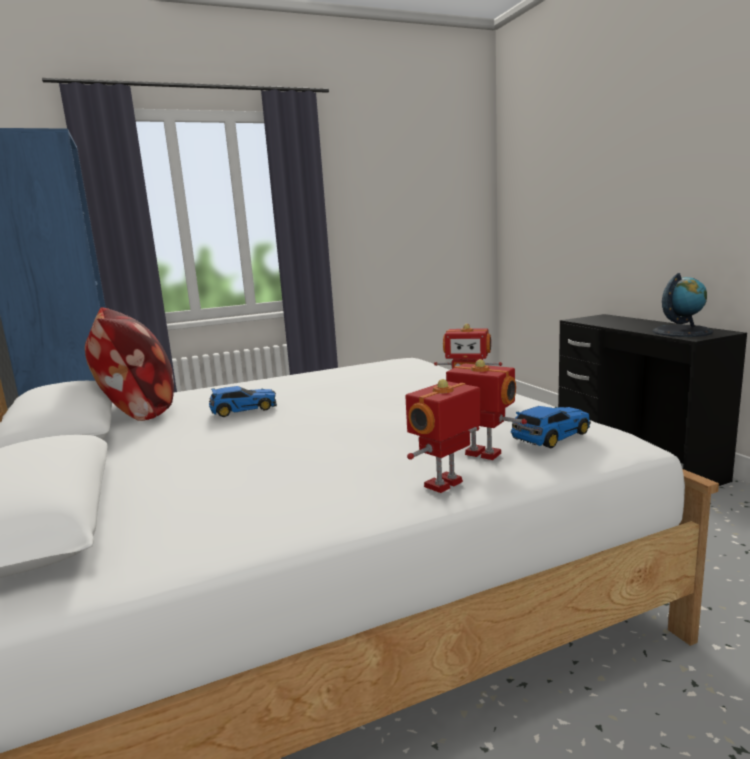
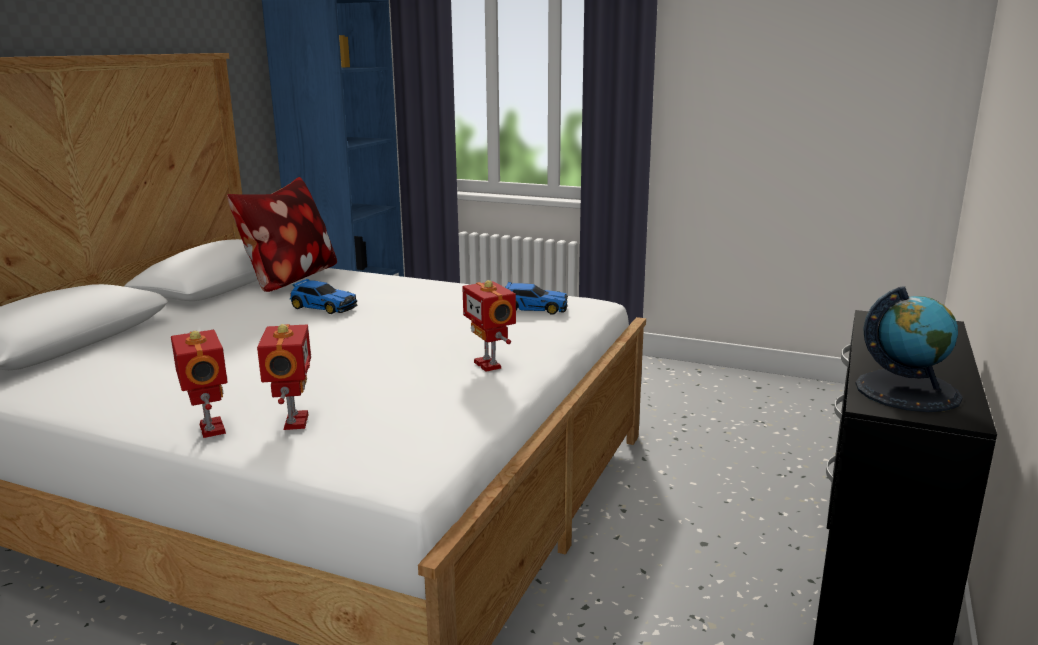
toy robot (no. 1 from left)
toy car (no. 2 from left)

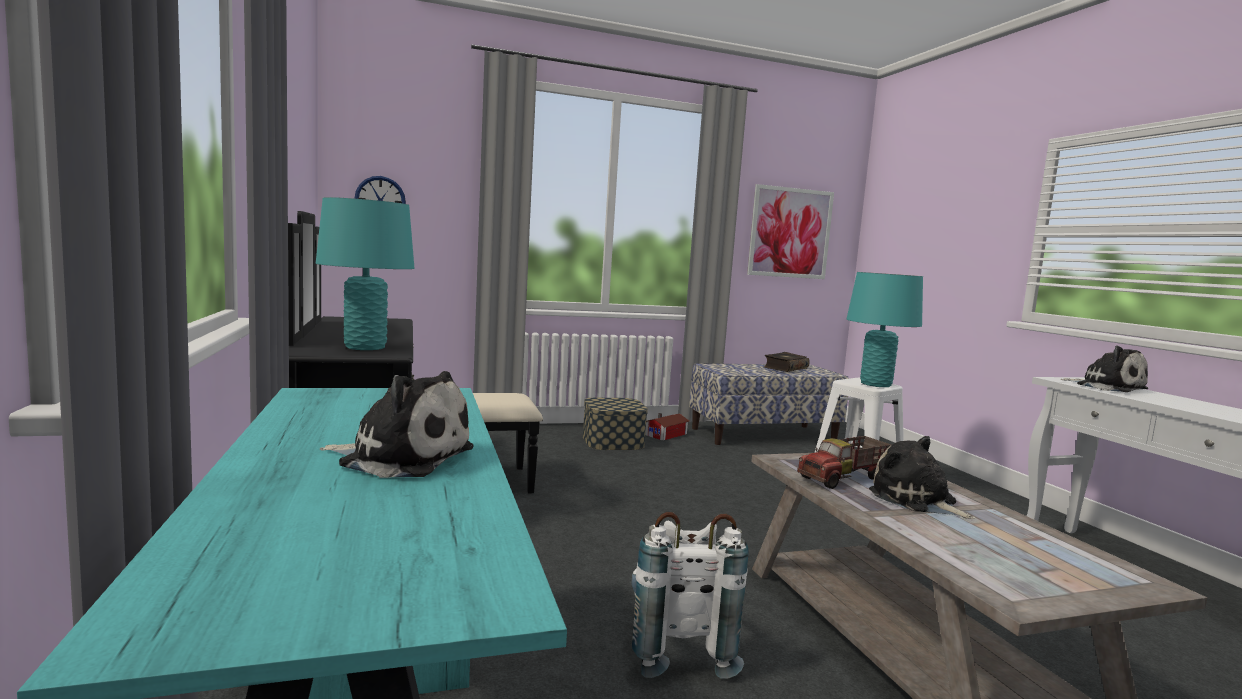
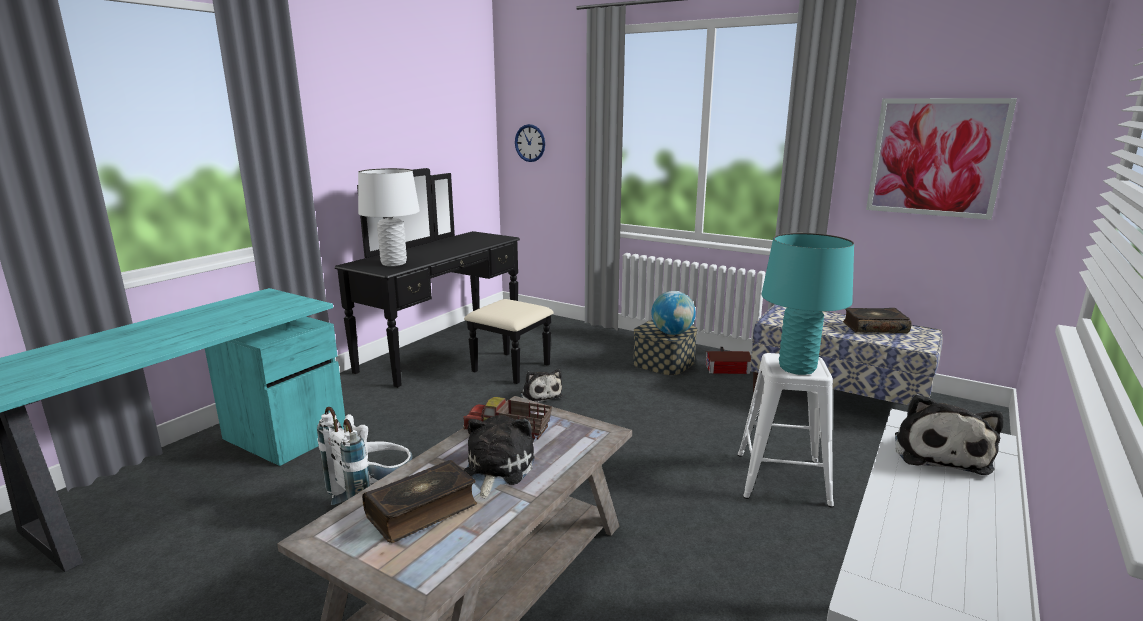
white table lamp
book (no. 1 from left)
plush toy (no. 2 from left)
globe

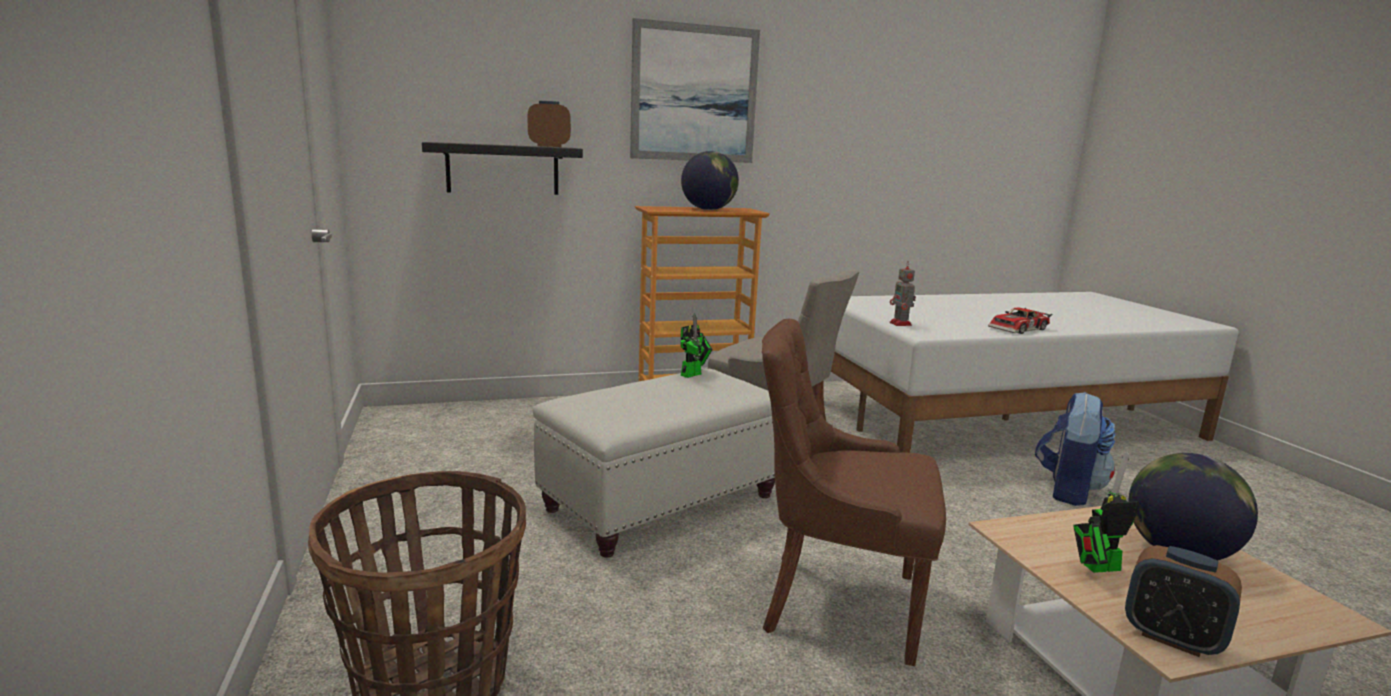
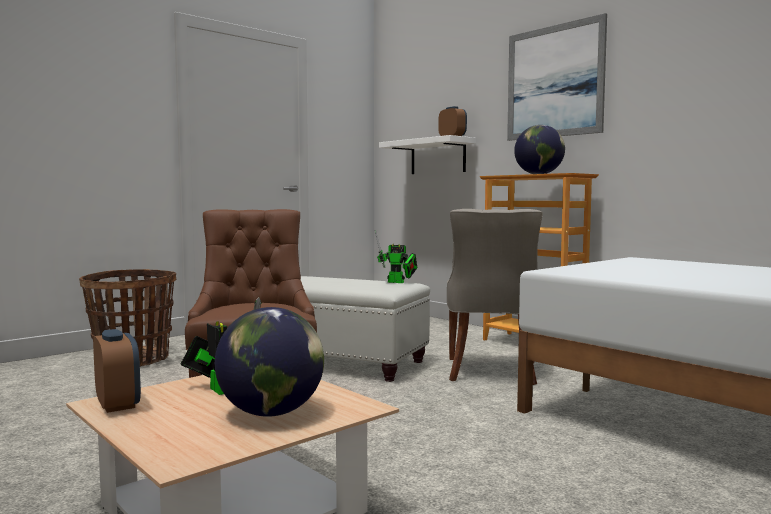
alarm clock (no. 1 from left)
white shelf
toy robot (no. 2 from left in the first image)
toy car
backpack

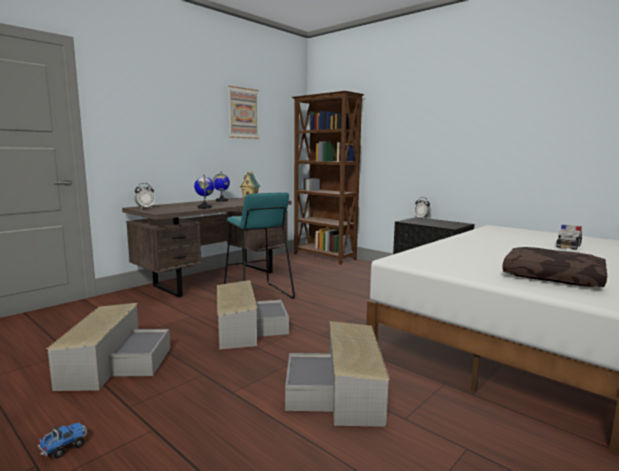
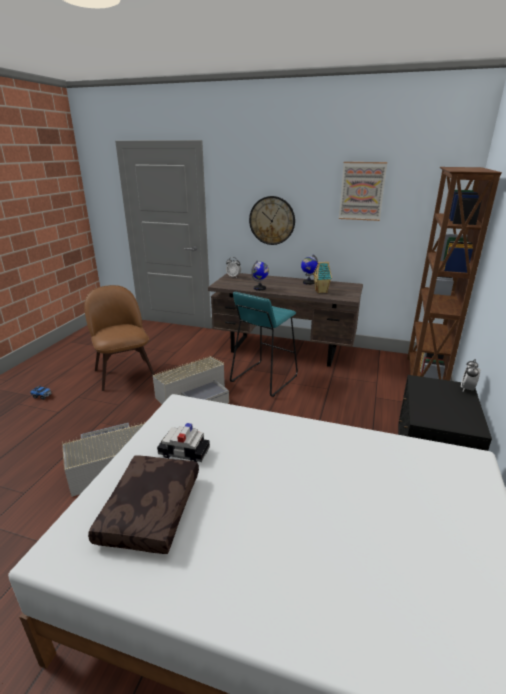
brown chair
toy car
wall clock

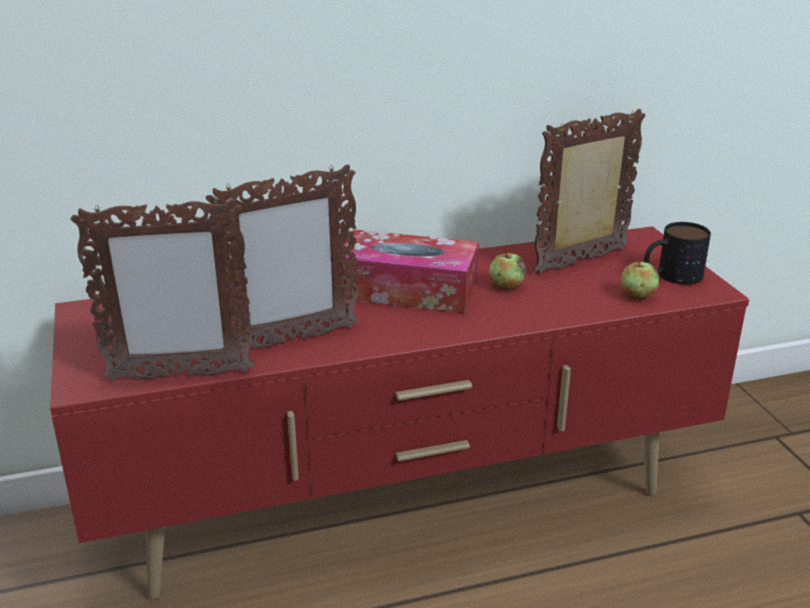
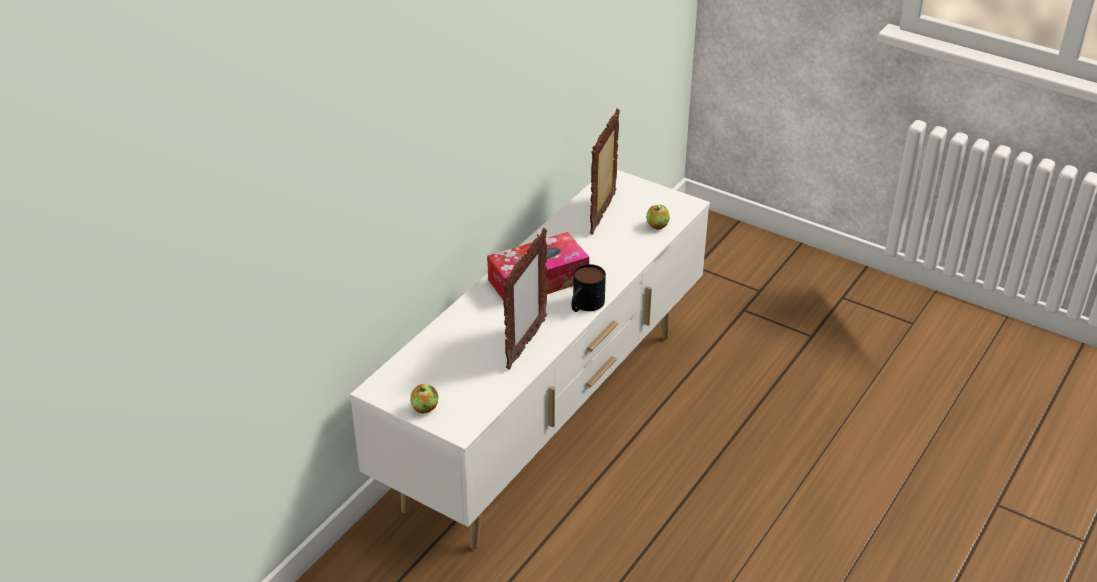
white tv stand
apple (no. 1 from left)
mug
picture frame (no. 1 from left in the first image)

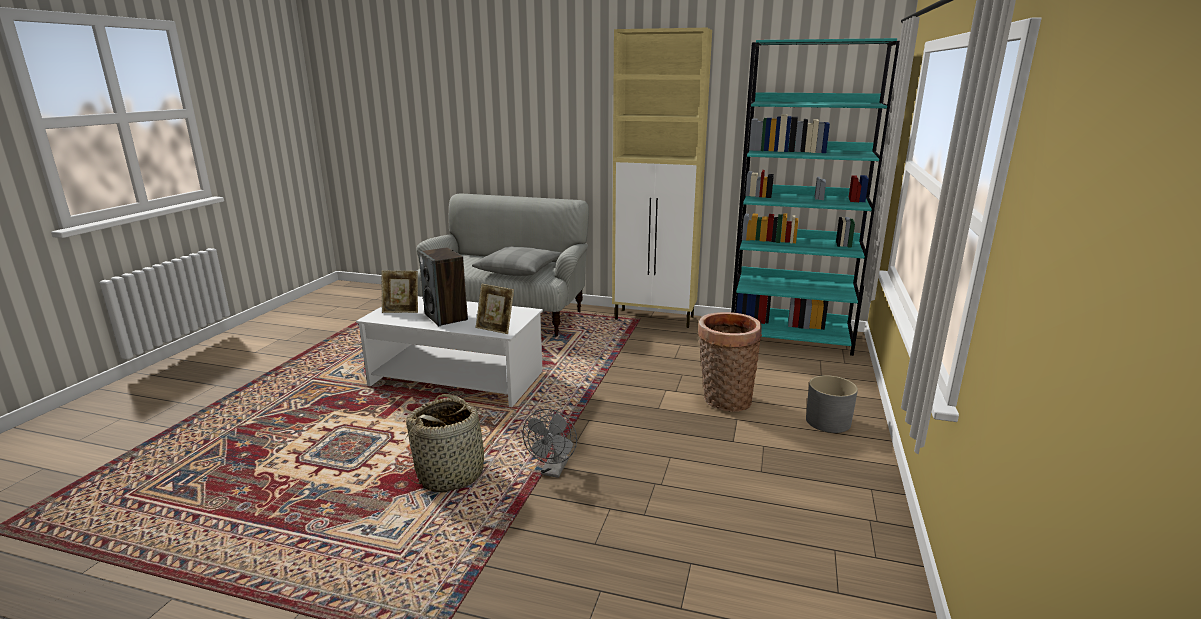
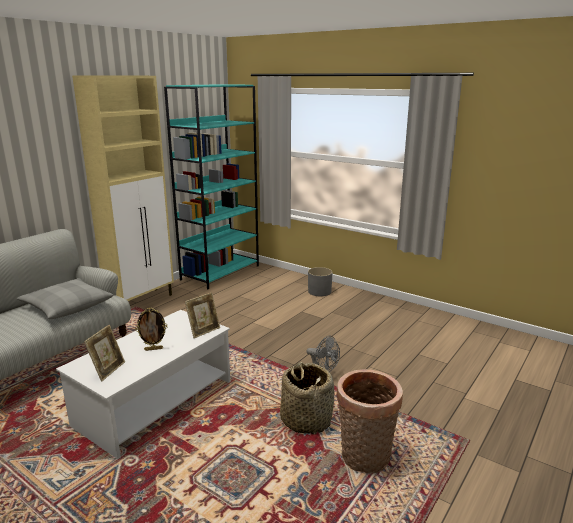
picture frame (no. 2 from left)
basket (no. 2 from left)

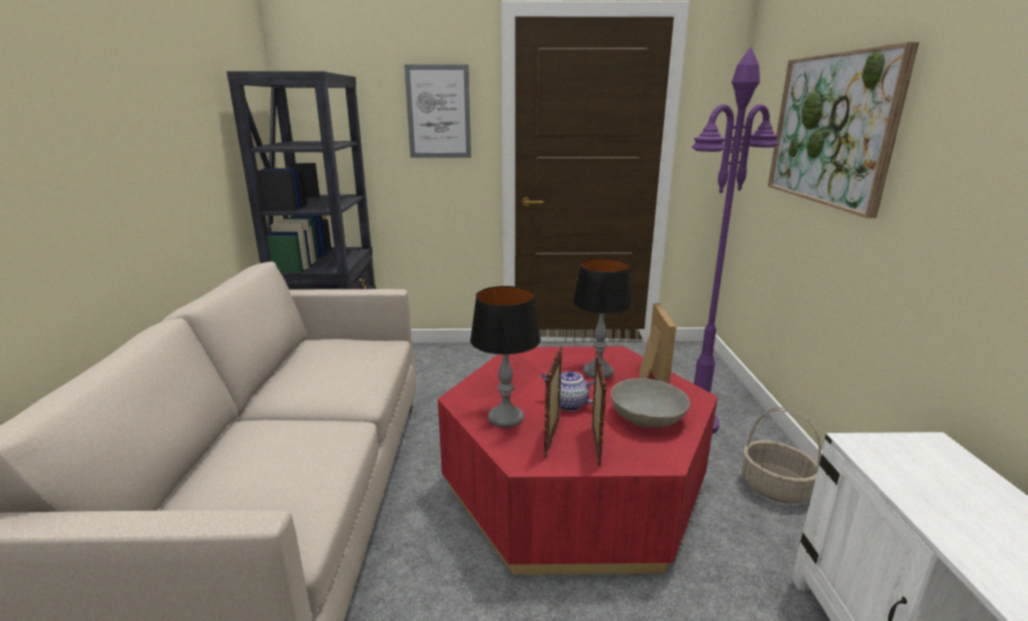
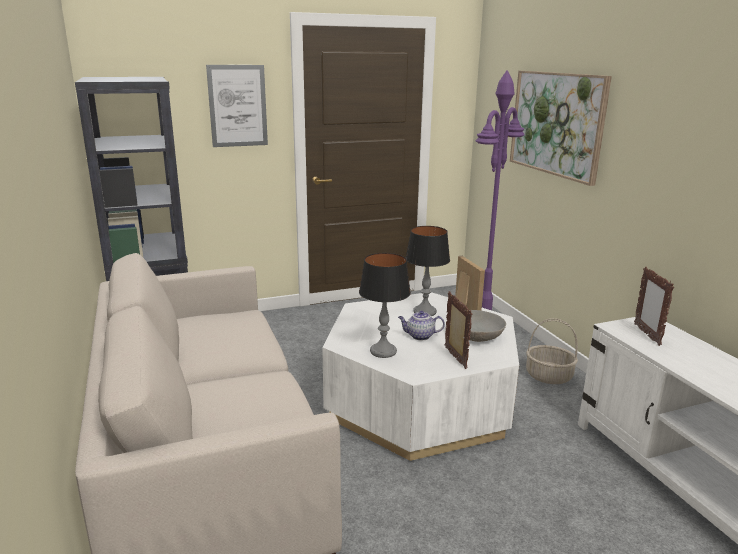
white coffee table
picture frame (no. 3 from left)

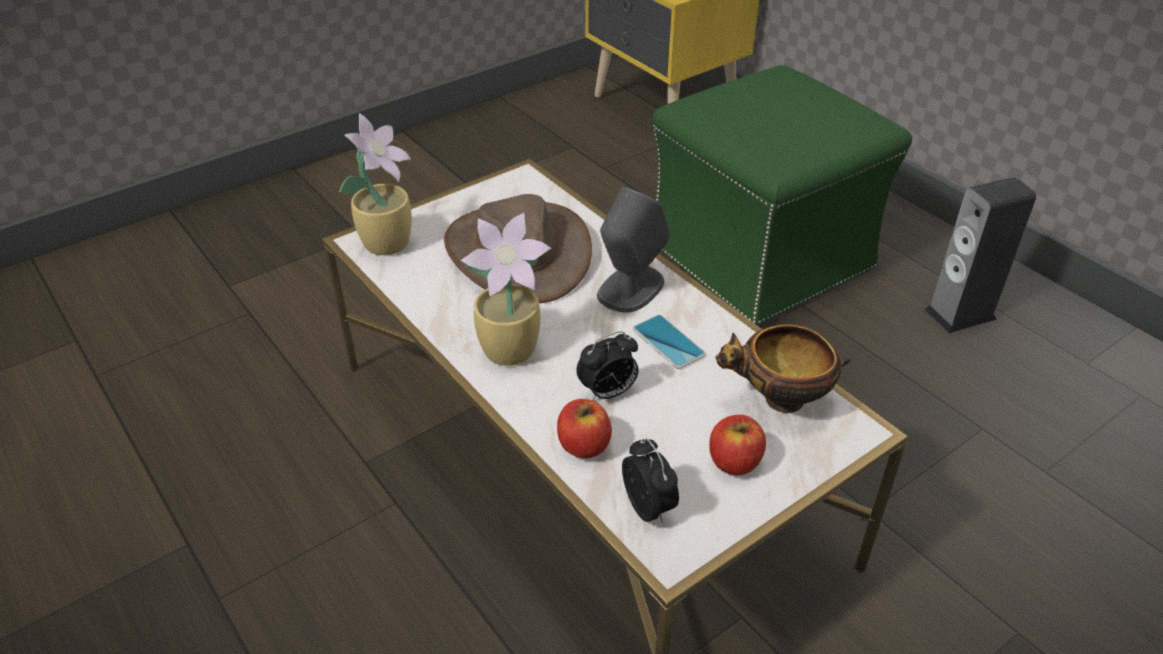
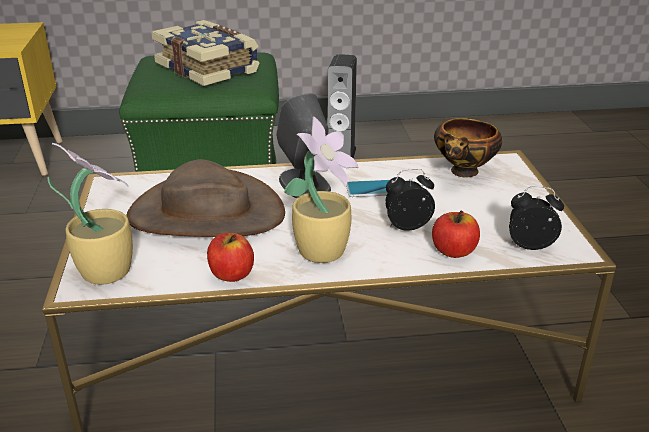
book
apple (no. 1 from left)
alarm clock (no. 1 from left)

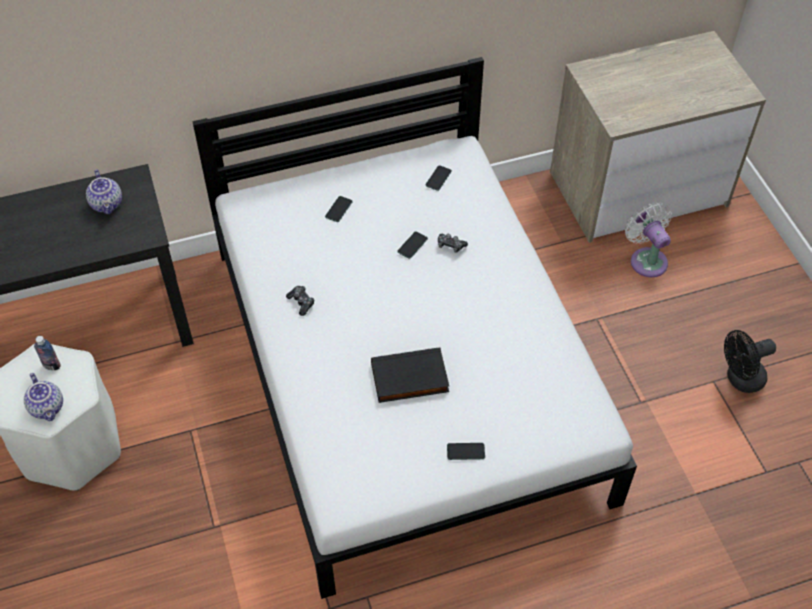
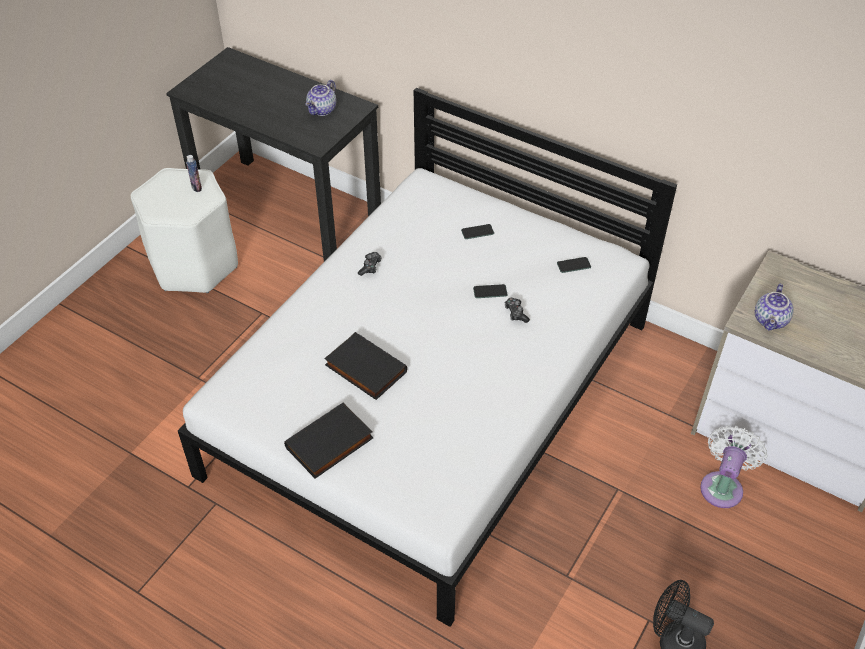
black book (no. 1 from left)
teapot (no. 2 from left)

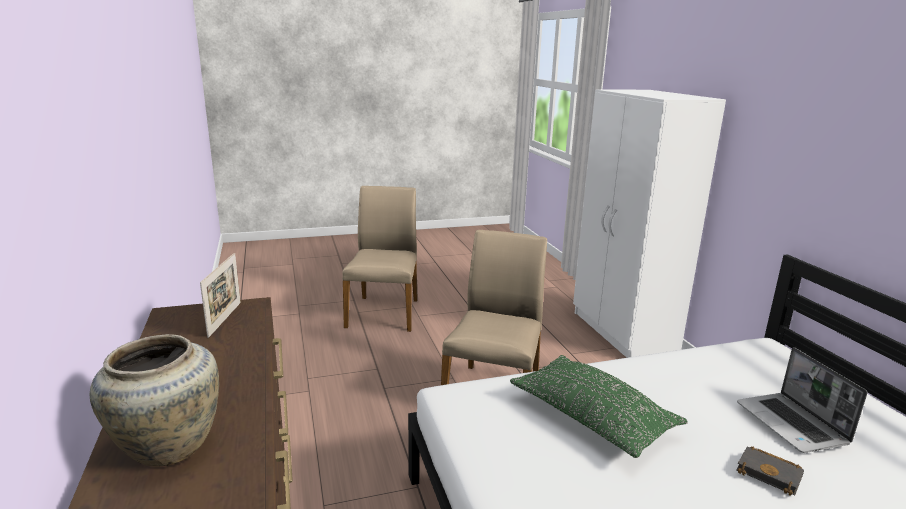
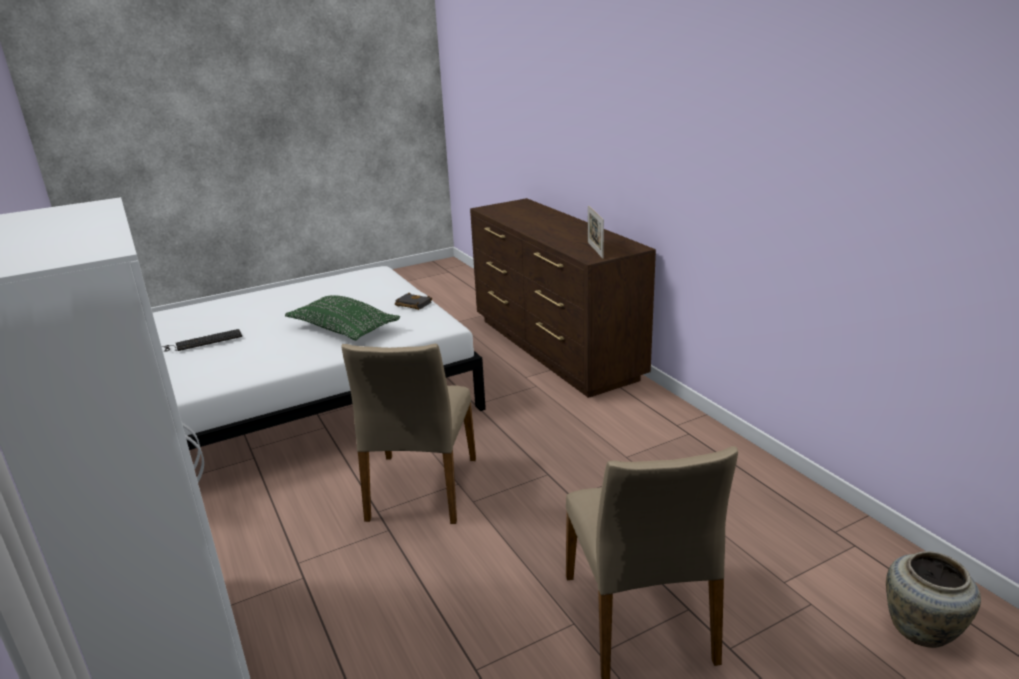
keyboard
black book
beige vase

